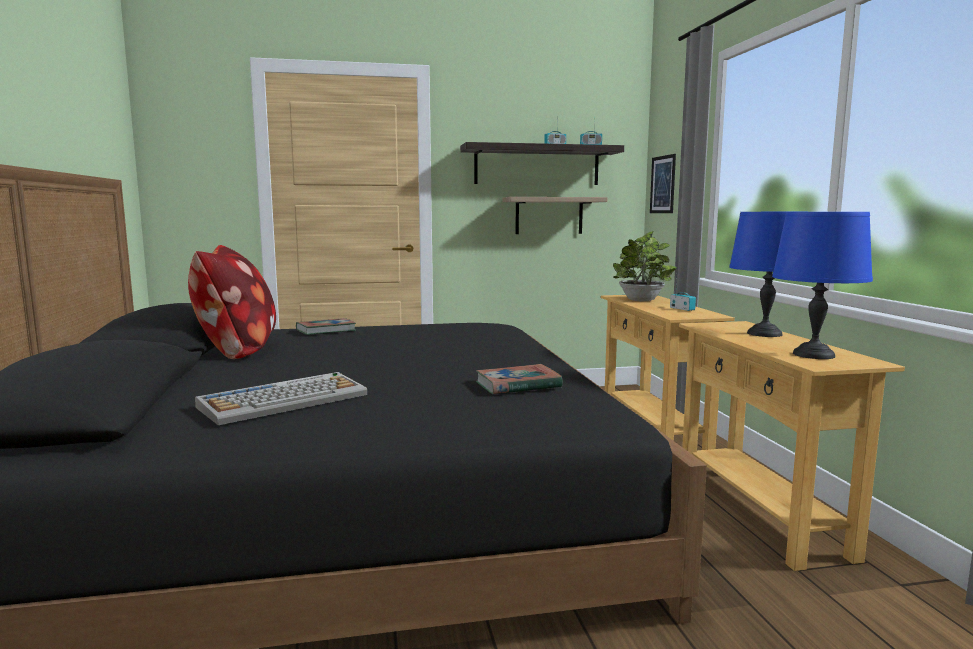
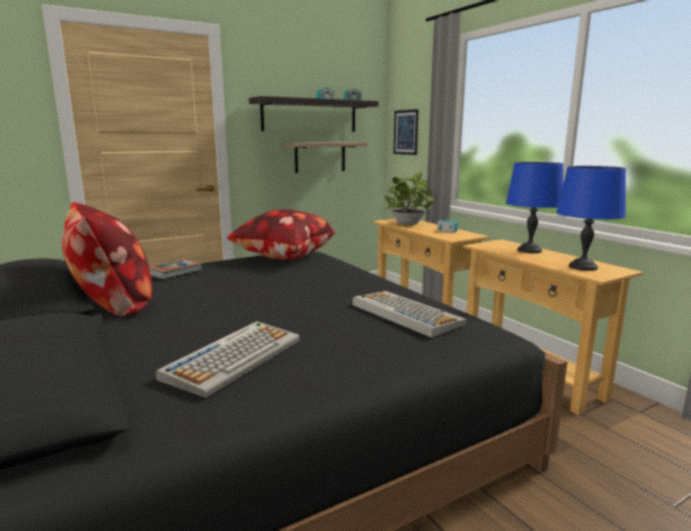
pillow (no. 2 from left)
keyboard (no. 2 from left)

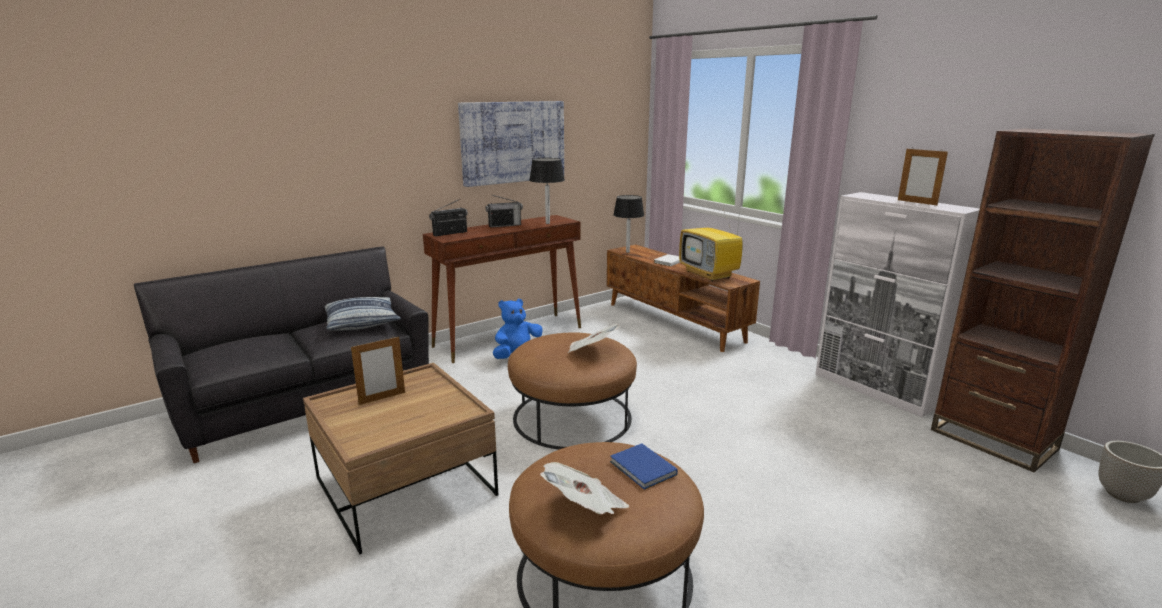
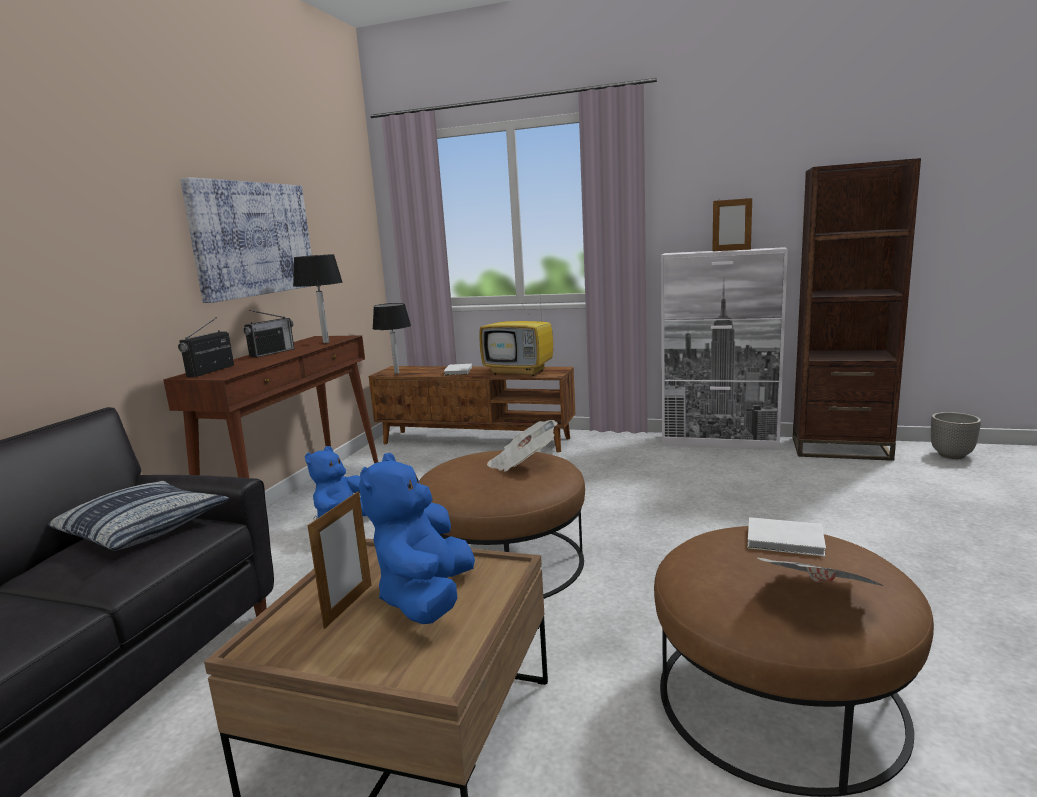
blue plush toy (no. 2 from left)
white book (no. 2 from left)

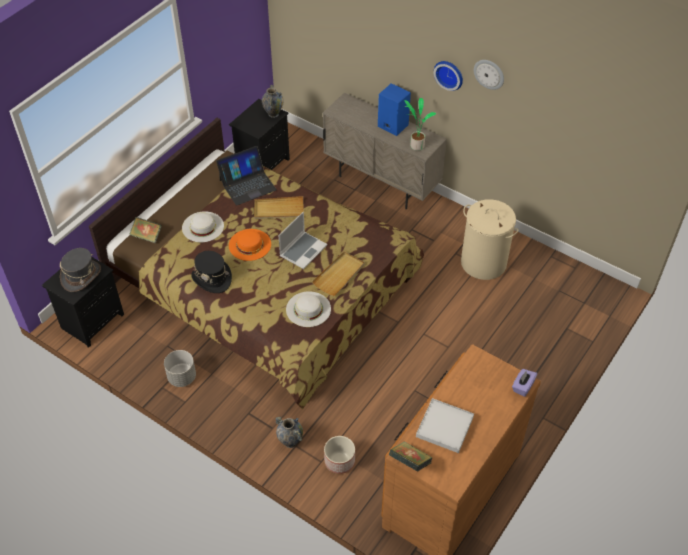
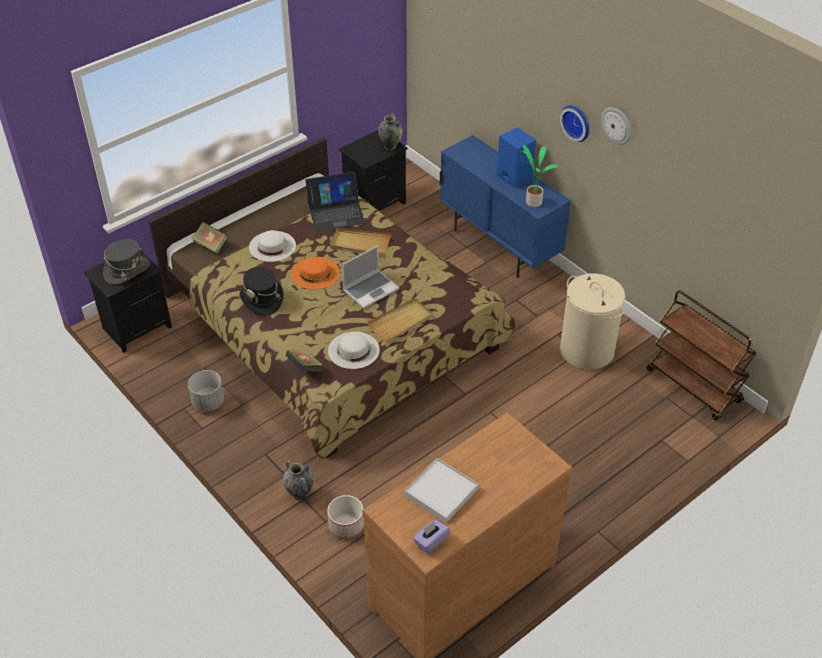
book (no. 2 from left)
purple tissue box
blue cabinet
brown cart

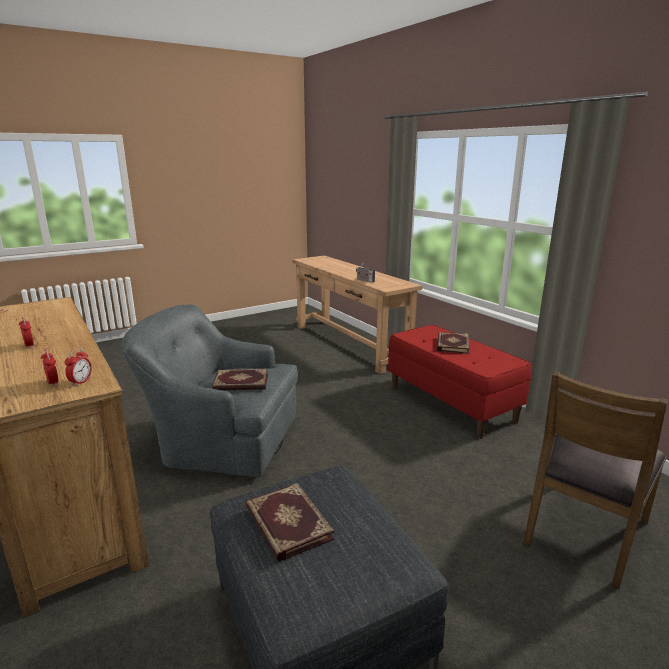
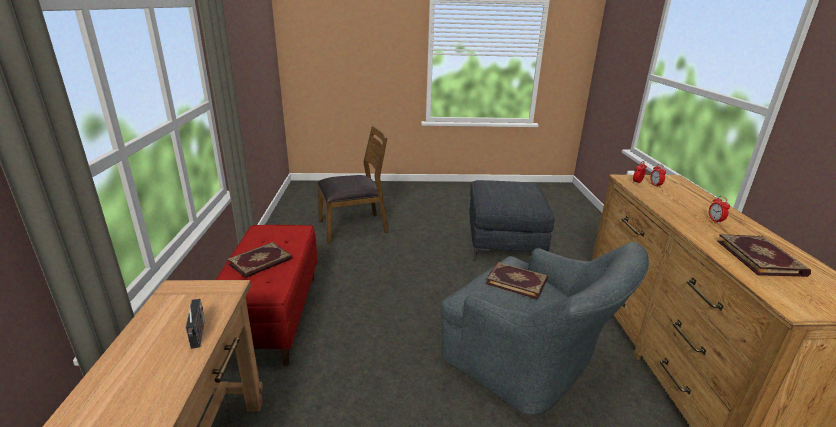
book (no. 3 from left)

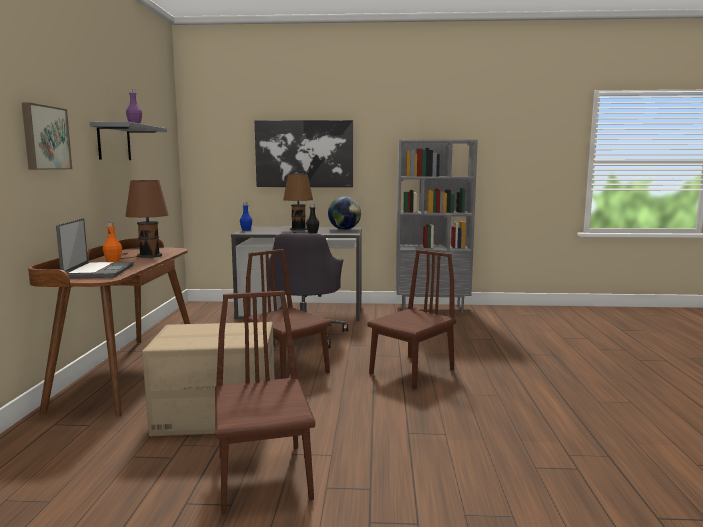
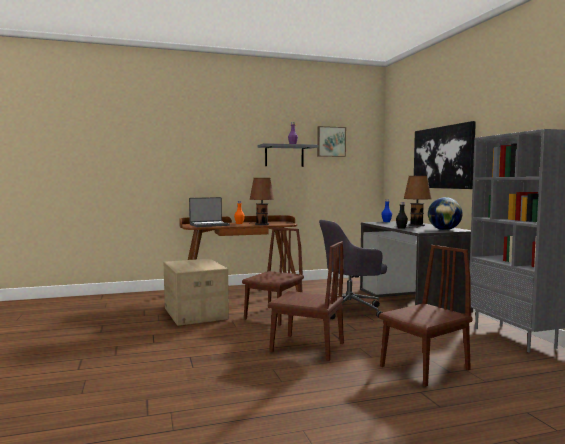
picture (no. 1 from left)
brown chair (no. 3 from left)

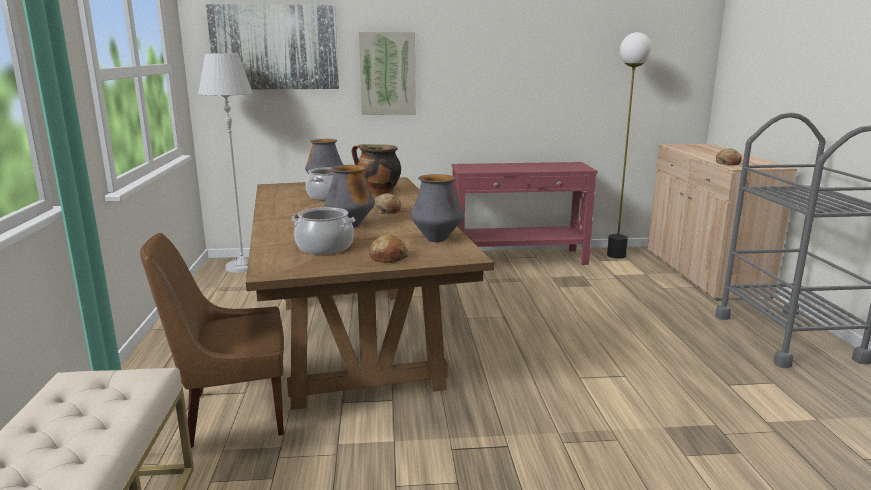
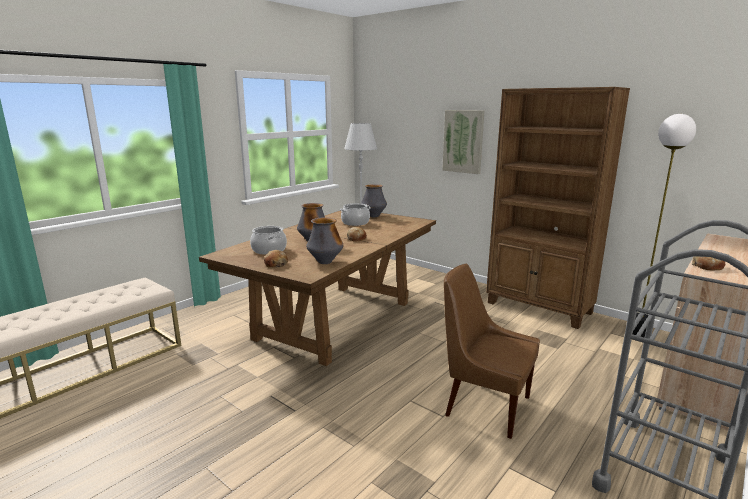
brown chair
brown bookcase
picture (no. 1 from left in the first image)
cooking pot (no. 3 from left in the first image)

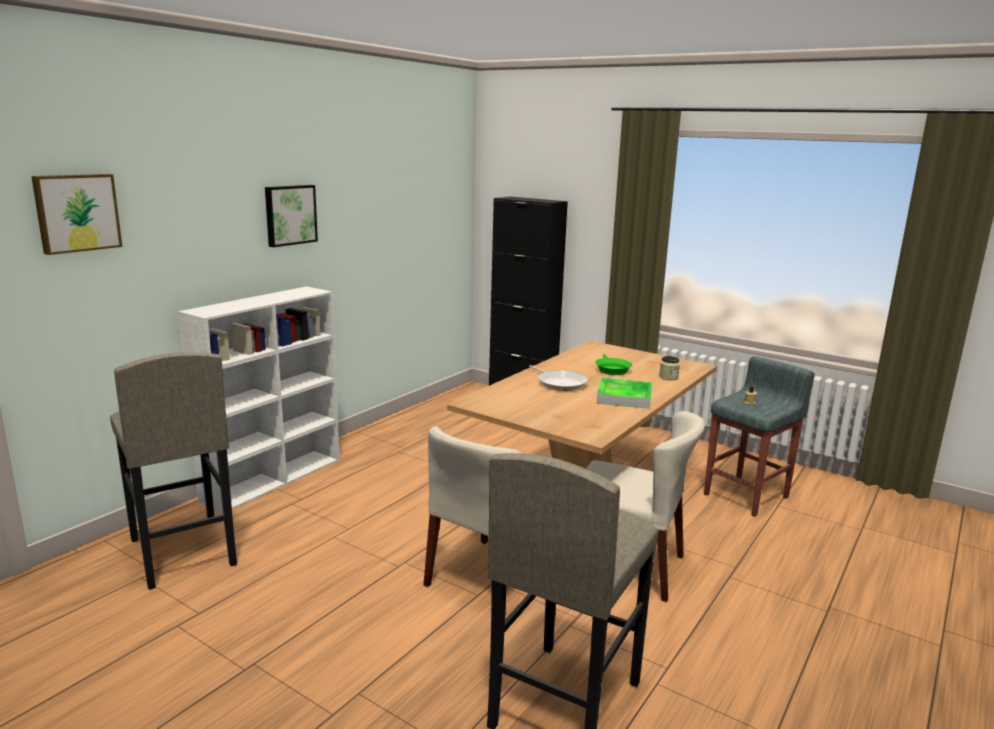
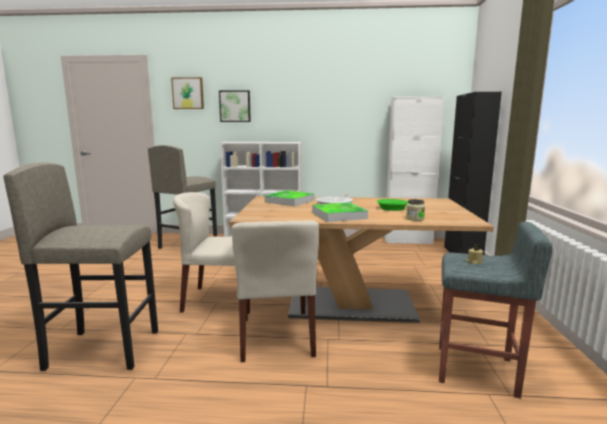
picture (no. 2 from left)
tray (no. 1 from left)
white cabinet

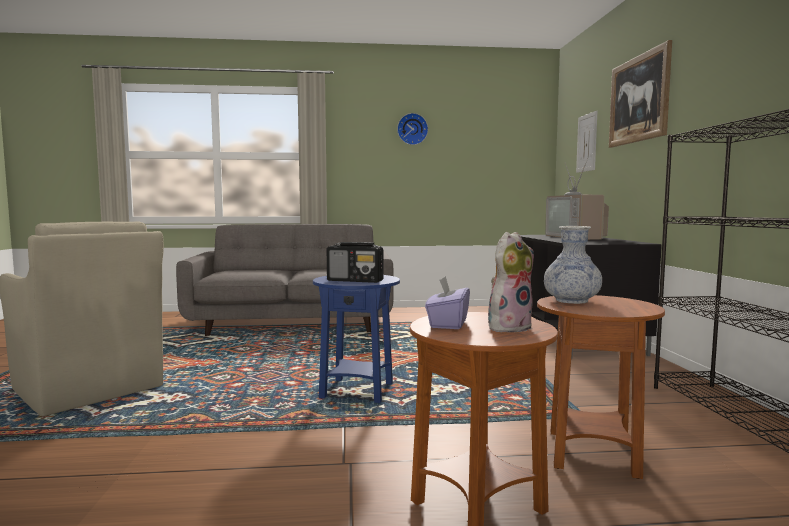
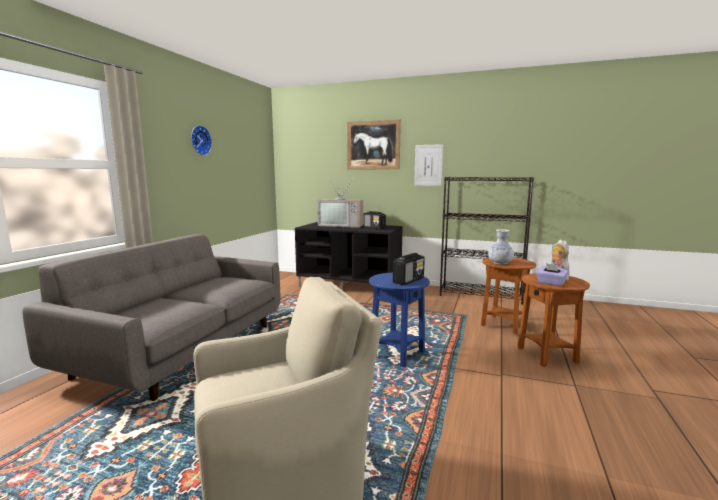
radio (no. 1 from left)
picture (no. 2 from left)

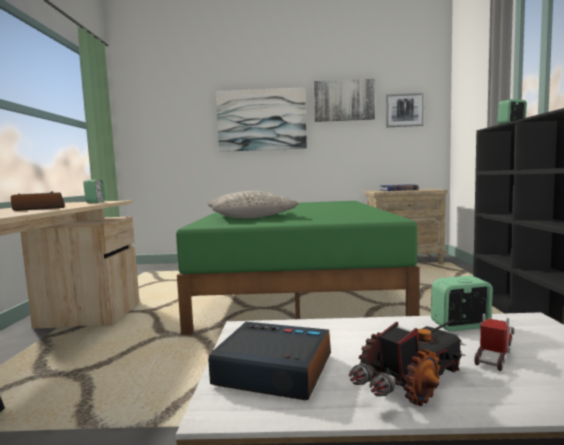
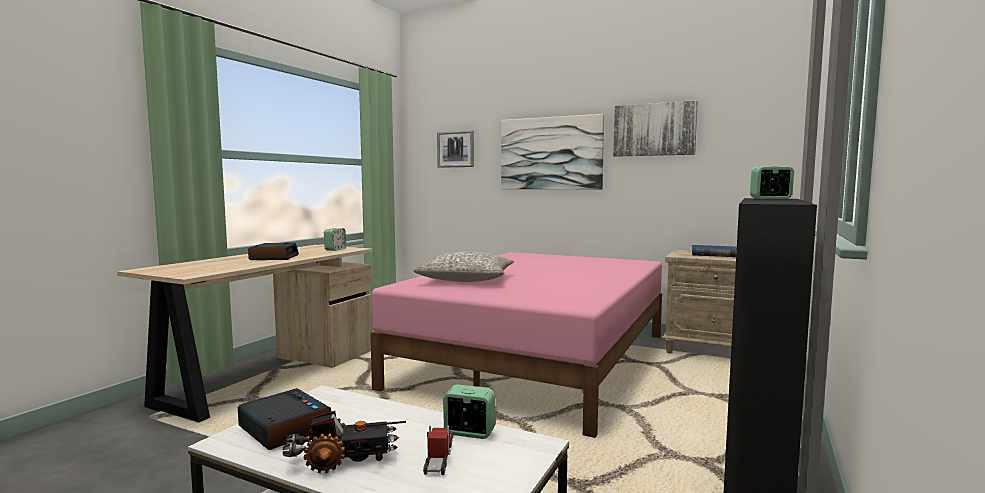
pink bed
toy truck (no. 2 from left)
picture (no. 1 from left)

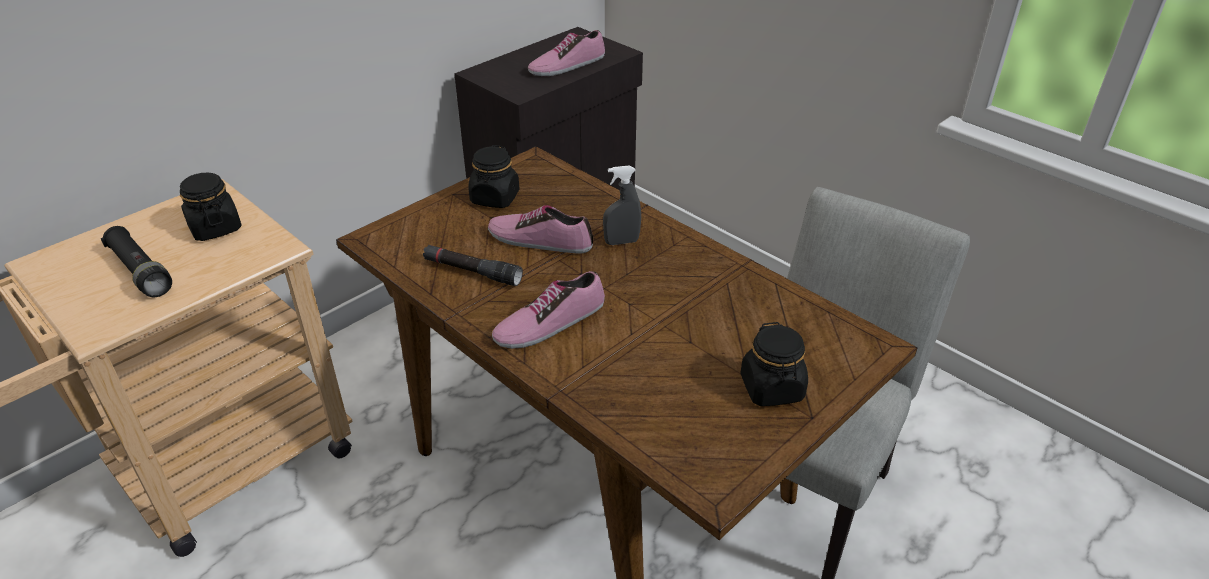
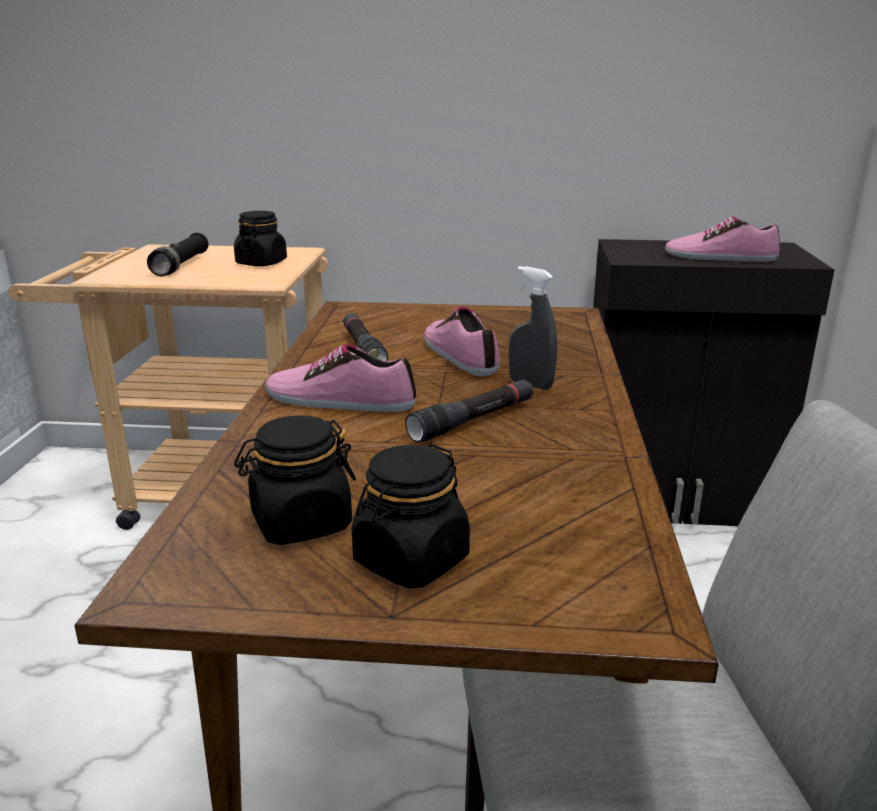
black jar (no. 2 from left)
black flashlight (no. 3 from left)

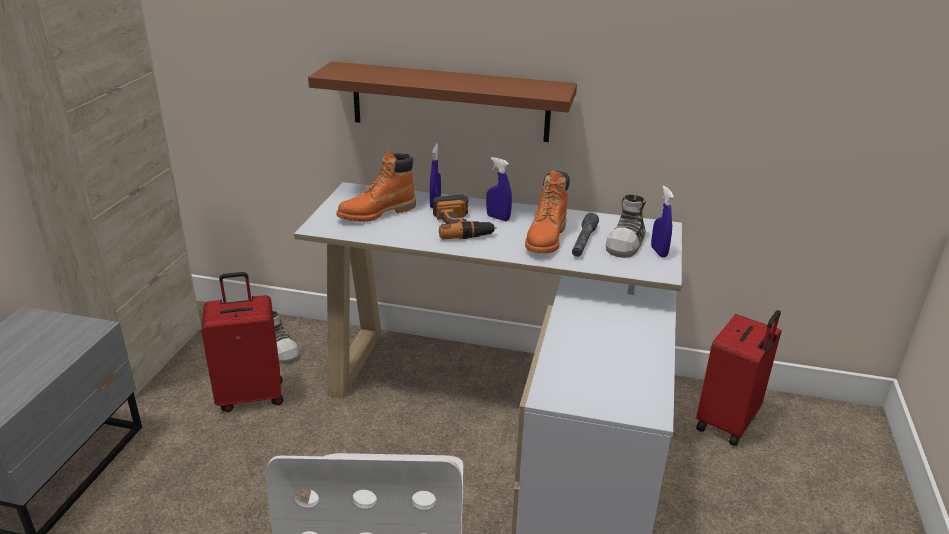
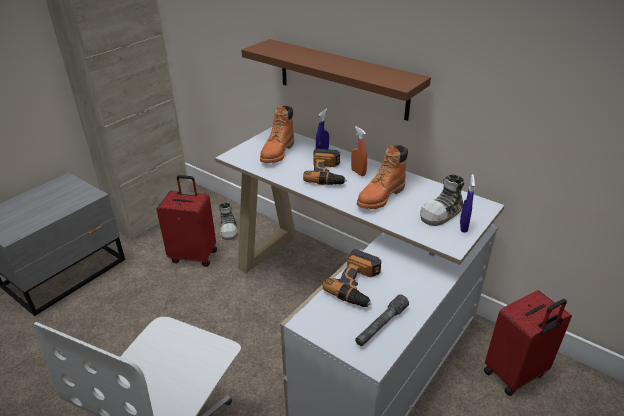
orange boot (no. 1 from left)
power drill (no. 2 from left)
orange spray bottle
grey flashlight

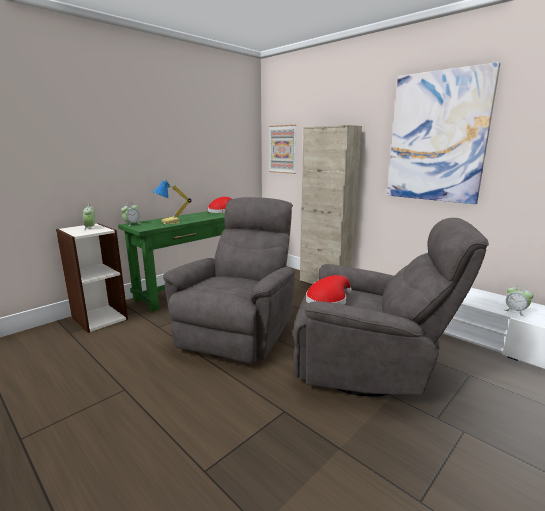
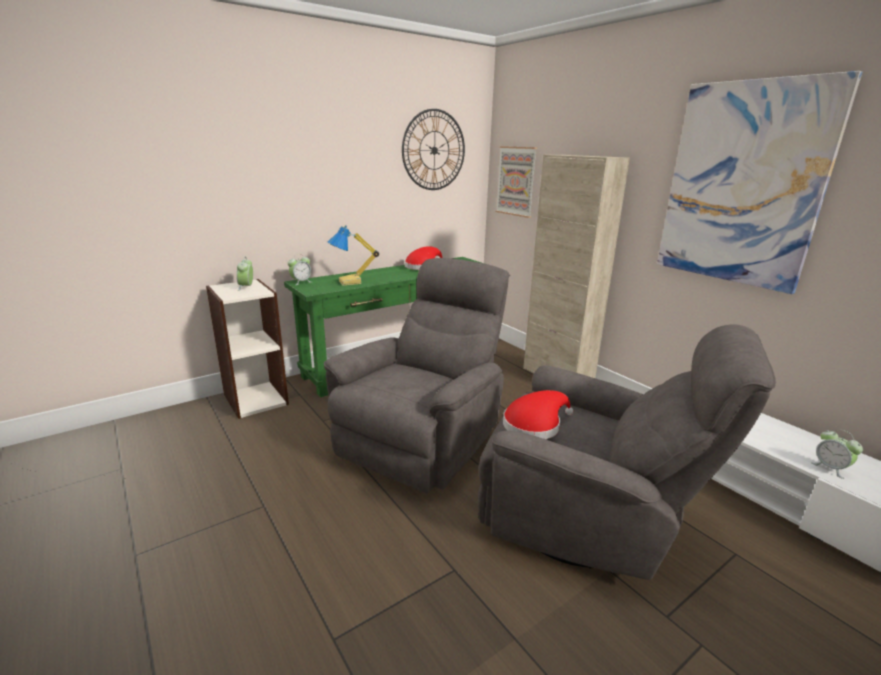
wall clock

